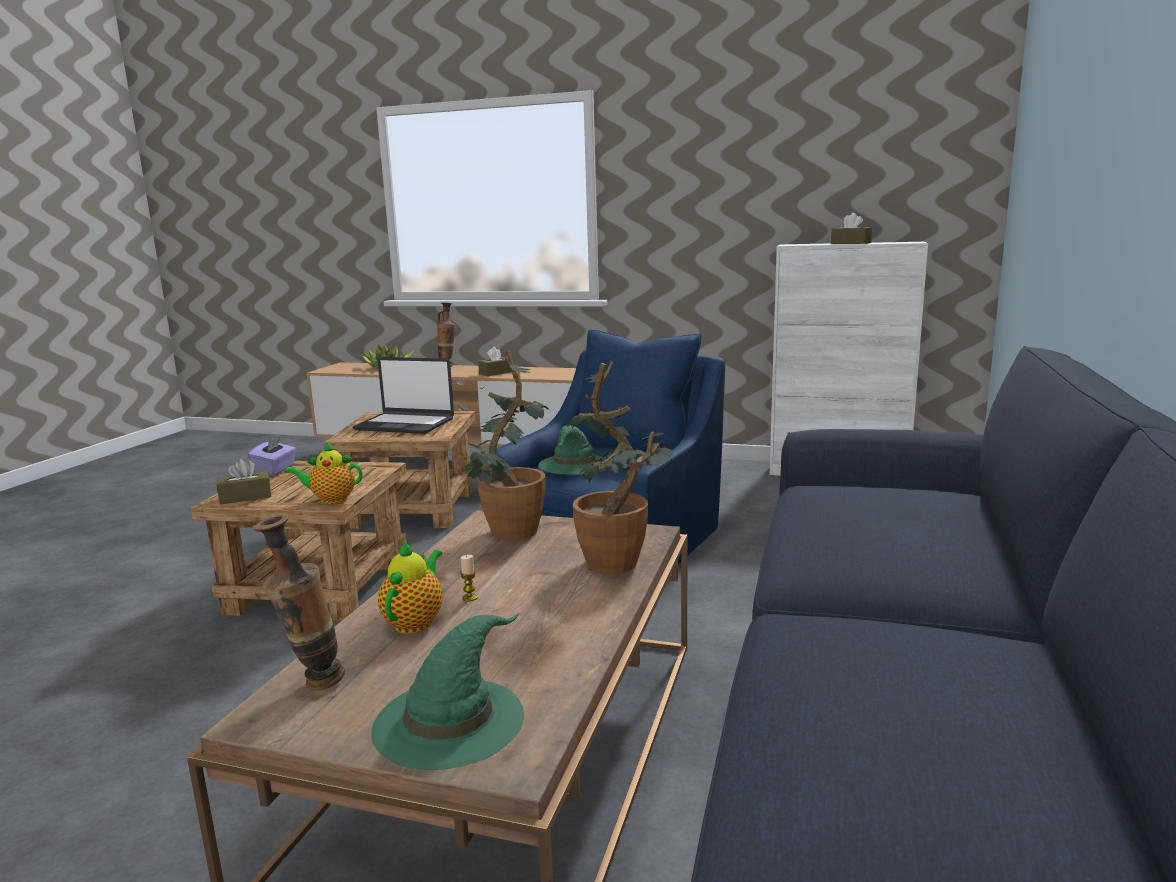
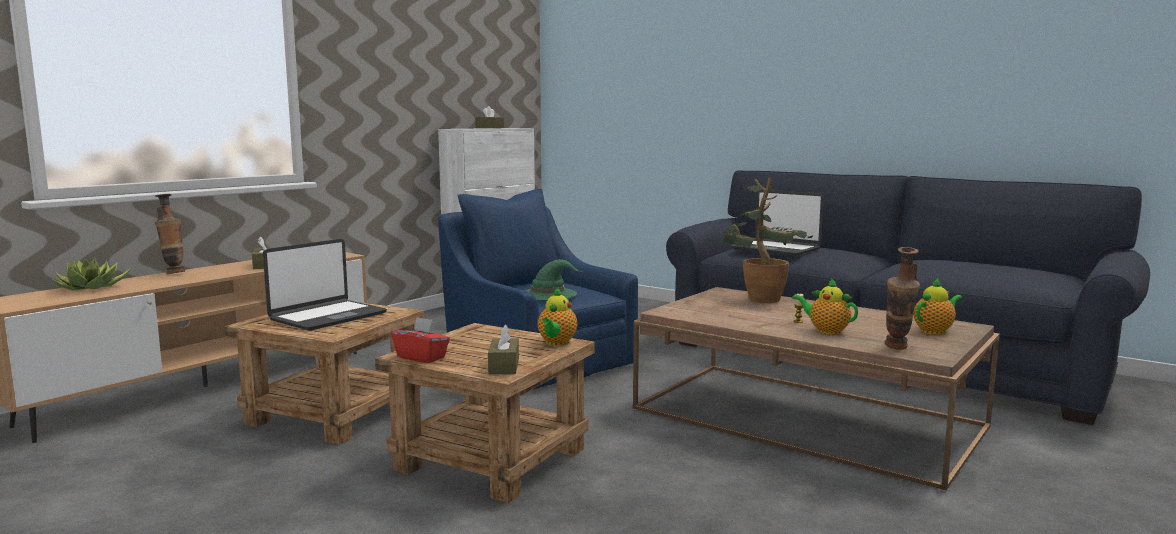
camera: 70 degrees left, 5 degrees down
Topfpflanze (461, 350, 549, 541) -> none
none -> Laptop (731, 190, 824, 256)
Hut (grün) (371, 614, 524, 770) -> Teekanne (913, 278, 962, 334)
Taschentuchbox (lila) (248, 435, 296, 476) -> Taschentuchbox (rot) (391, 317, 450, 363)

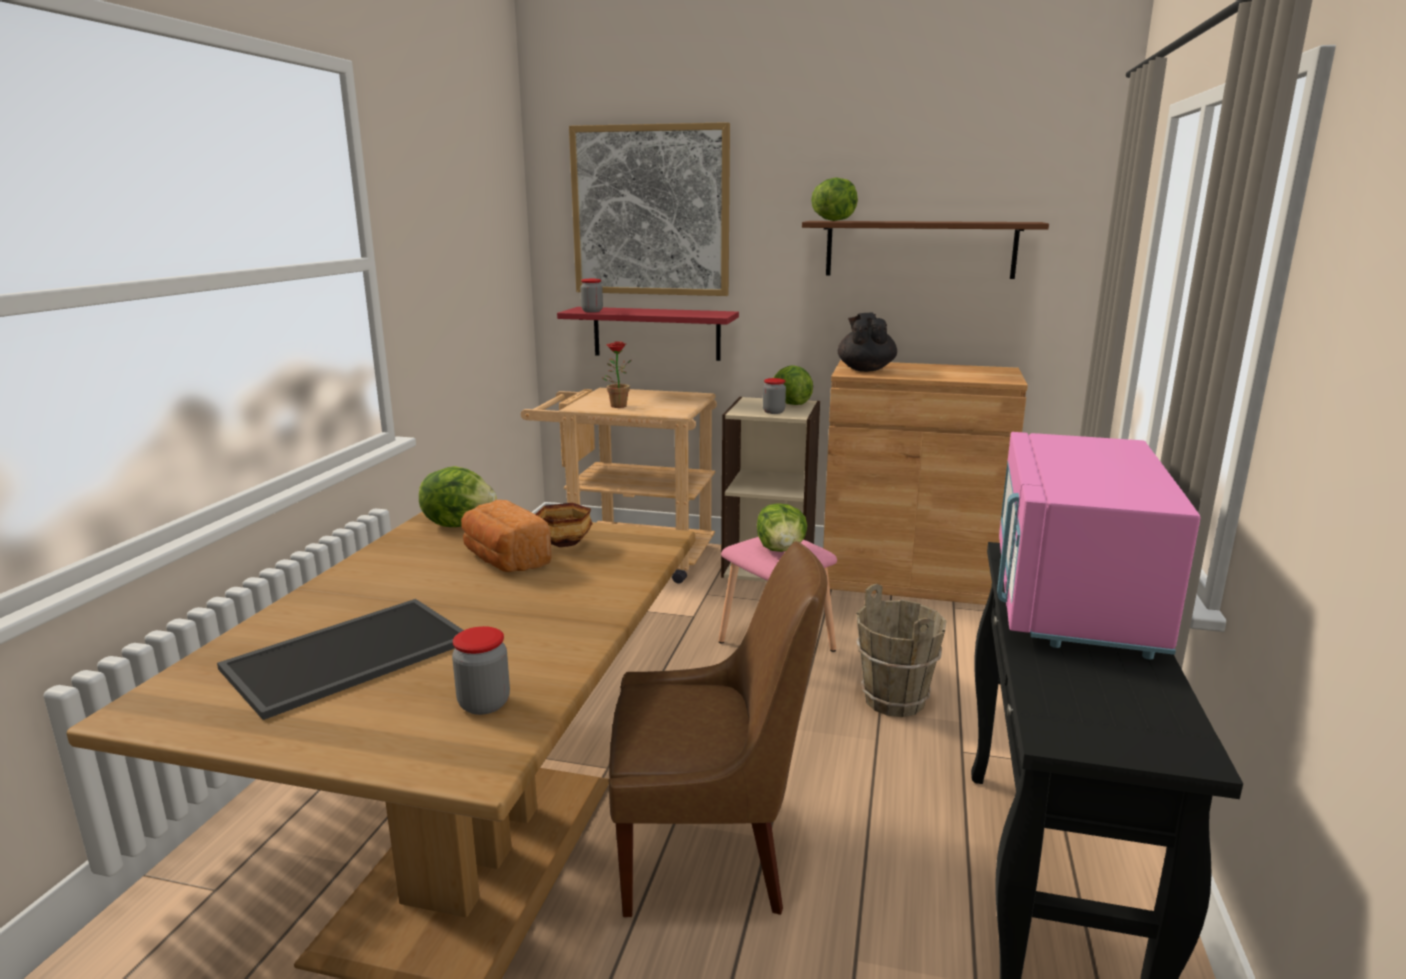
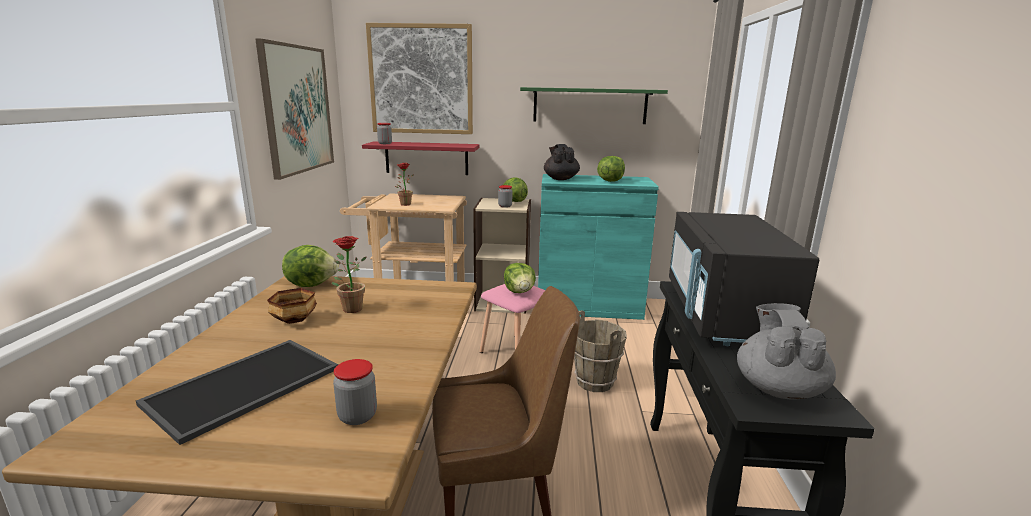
camera: 10 degrees left, 0 degrees up
none -> Bild (255, 39, 334, 180)
none -> Teekanne (grau) (737, 303, 836, 400)
Schüssel (535, 503, 593, 547) -> Schüssel (267, 288, 317, 324), relocated
Salatkopf (811, 177, 858, 221) -> Salatkopf (597, 156, 625, 182), relocated
Brot (461, 500, 552, 572) -> Topfpflanze (331, 236, 366, 313)
Wandregal (braun) (802, 221, 1049, 279) -> Wandregal (grün) (520, 87, 668, 124)
Schrank (braun) (823, 360, 1028, 605) -> Schrank (türkis) (538, 174, 659, 320)
Mikrowelle (rosa) (997, 432, 1201, 660) -> Mikrowelle (schwarz) (669, 212, 819, 346)

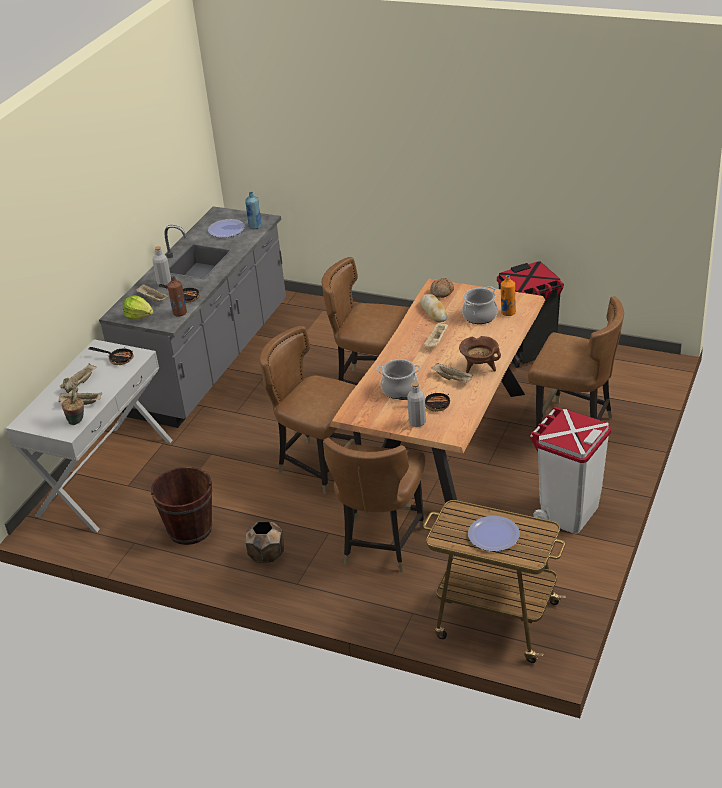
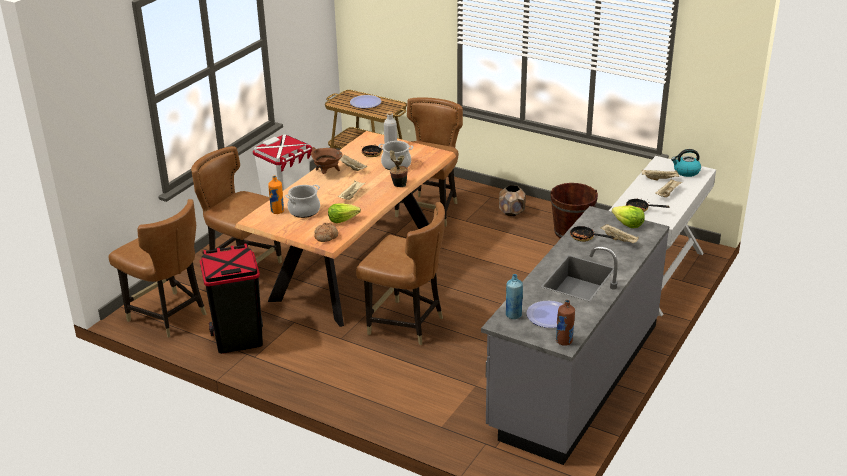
camera: 175 degrees left, 5 degrees down
Flasche (grau) (152, 246, 171, 286) -> none
none -> Wasserkessel (671, 149, 701, 177)
Topfpflanze (60, 378, 84, 425) -> Topfpflanze (390, 150, 408, 187), relocated
Flasche (braun) (167, 276, 187, 317) -> Flasche (braun) (556, 300, 575, 346), relocated
Stuhl (braun) (260, 326, 361, 494) -> Stuhl (braun) (109, 199, 207, 338), relocated
Brot (420, 294, 448, 322) -> Salatkopf (328, 204, 361, 223)

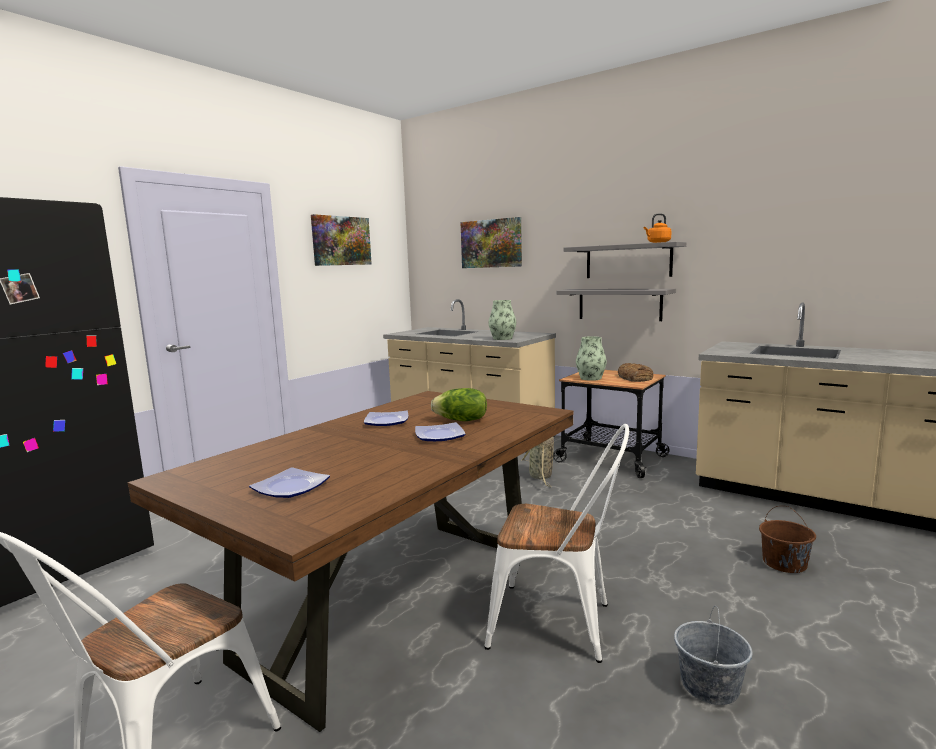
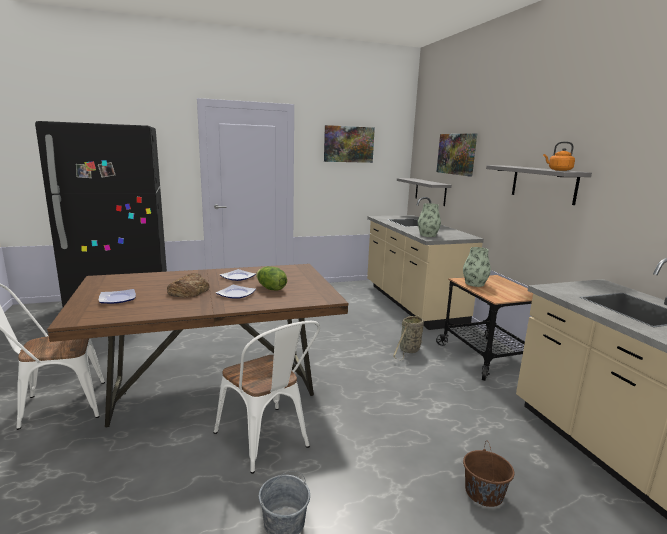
camera: 35 degrees right, 5 degrees up
Wandregal (grau) (557, 289, 676, 321) -> Wandregal (grau) (397, 178, 452, 206), relocated
Brot (618, 363, 653, 382) -> Brot (167, 273, 209, 297), relocated

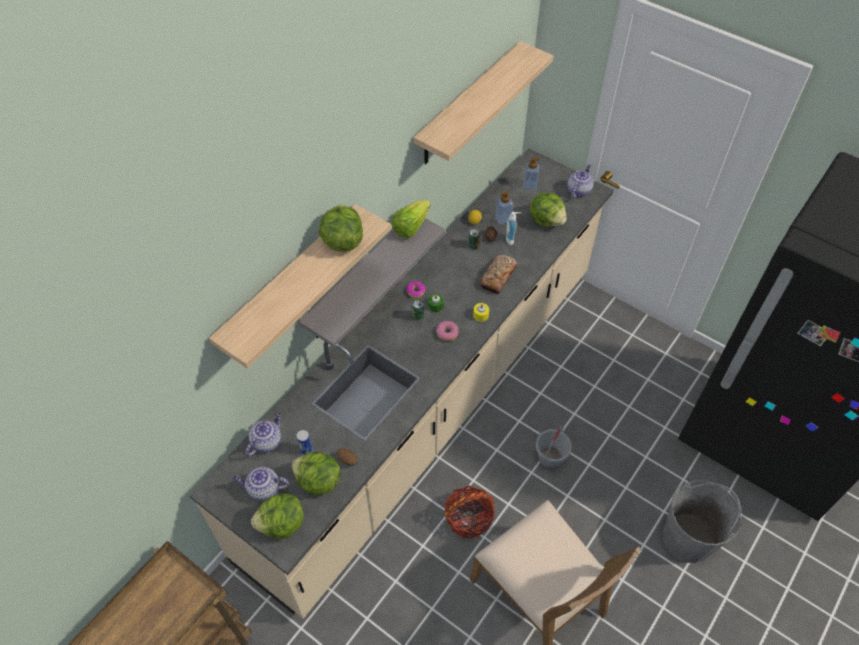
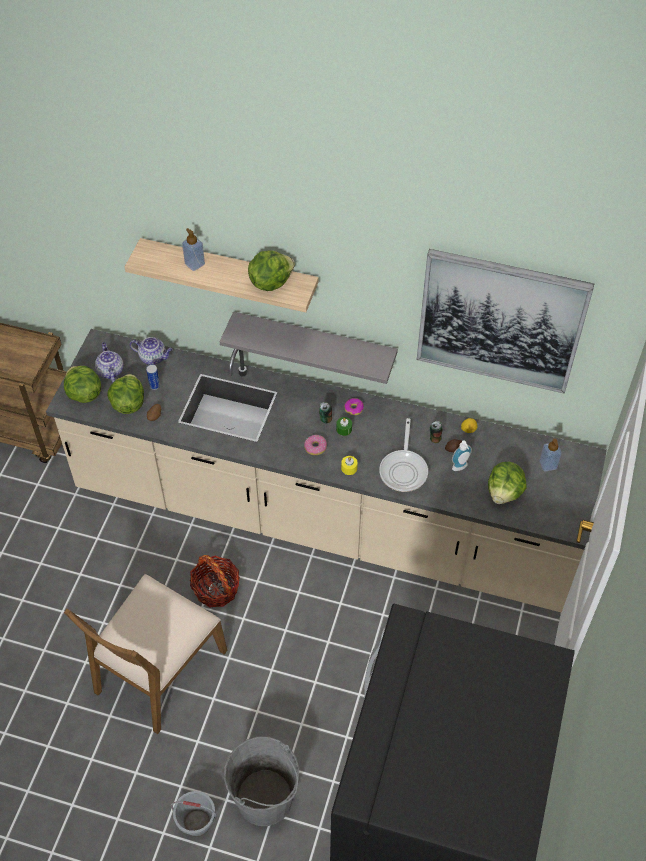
camera: 70 degrees right, 0 degrees up
Salatkopf (391, 199, 431, 239) -> none
Teekanne (567, 165, 593, 198) -> none
Seifenspender (495, 191, 513, 225) -> Seifenspender (182, 228, 205, 271), relocated
Eimer (grau) (535, 425, 572, 469) -> Eimer (grau) (171, 791, 217, 837), relocated
Wandregal (413, 41, 554, 164) -> Bild (417, 249, 594, 394)
Brot (480, 255, 517, 295) -> Pfanne (379, 418, 428, 492)

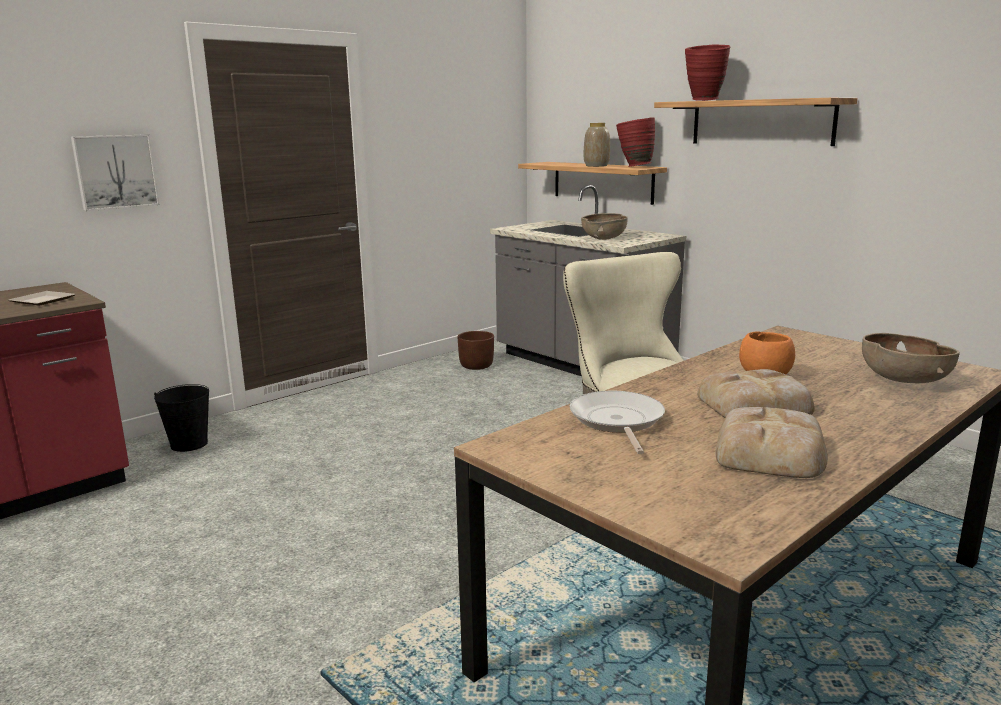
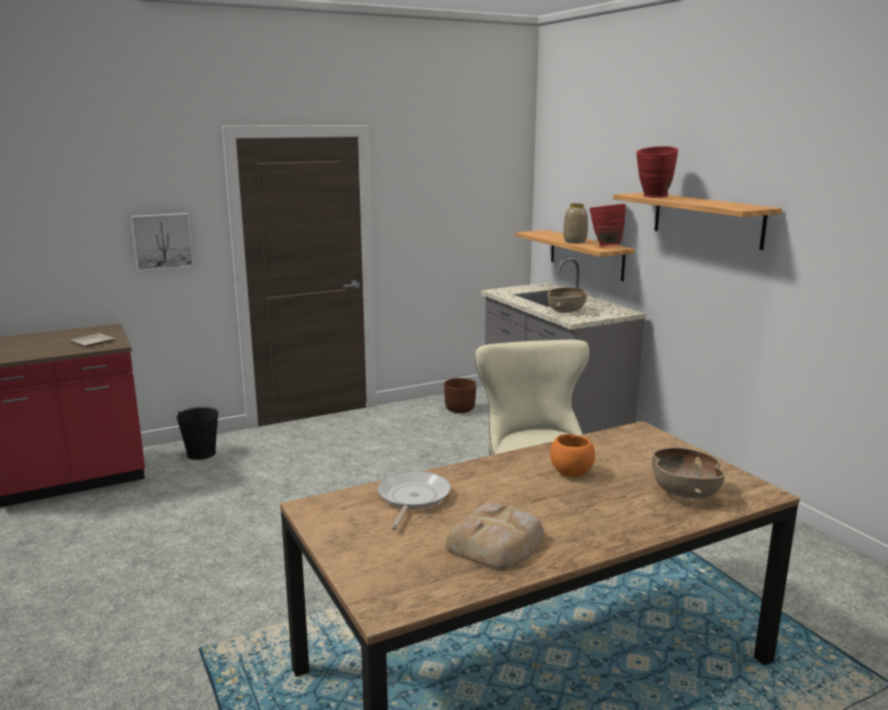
camera: 15 degrees right, 0 degrees up
Brot (697, 369, 815, 418) -> none

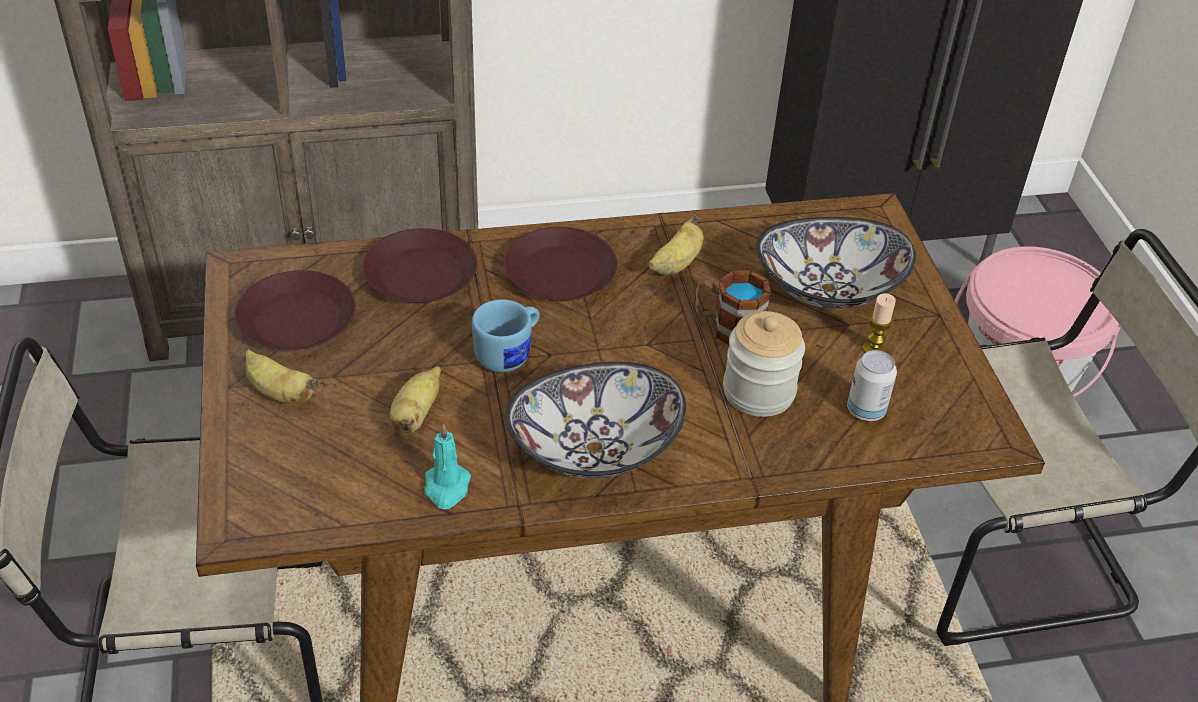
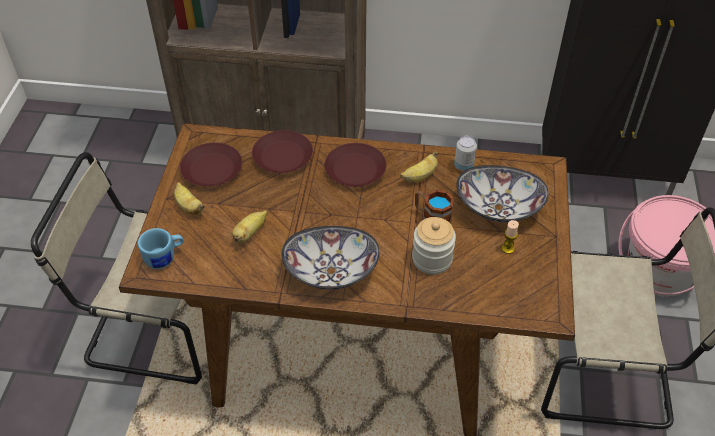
camera: 20 degrees right, 5 degrees up
Kerze (türkis) (425, 424, 471, 509) -> none
Henkelbecher (blau) (472, 300, 540, 372) -> Henkelbecher (blau) (138, 228, 184, 269), relocated
Dose (847, 350, 897, 421) -> Dose (454, 136, 477, 171), relocated

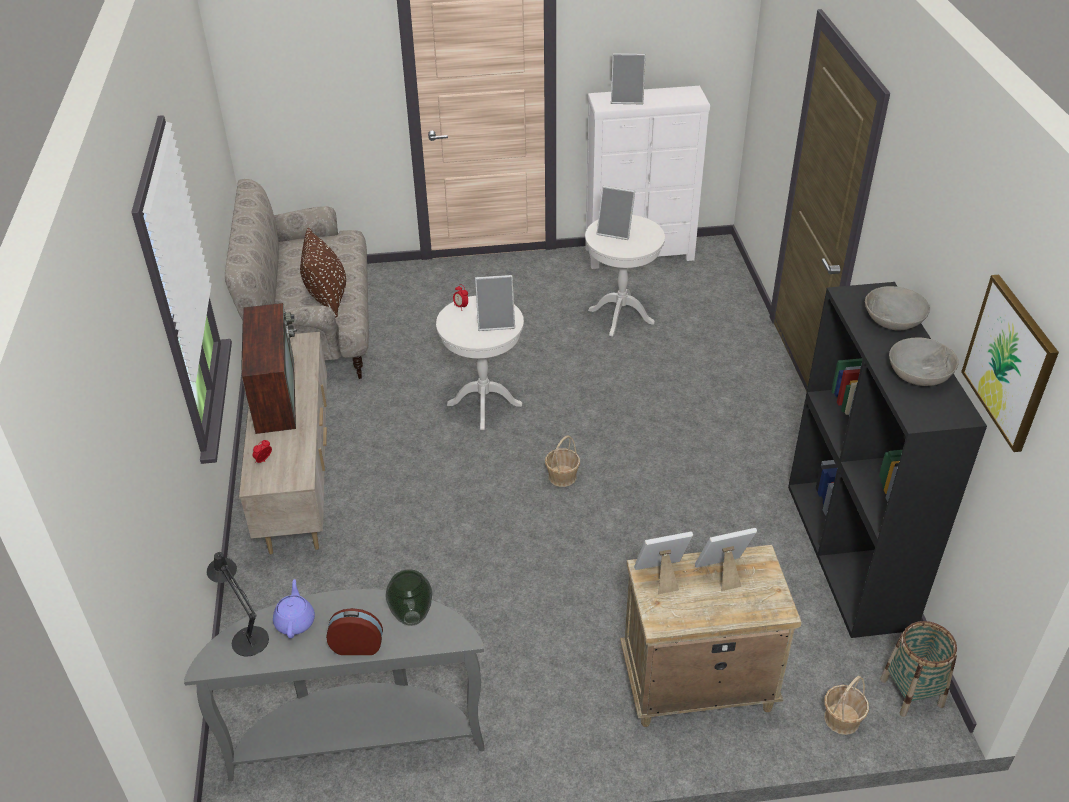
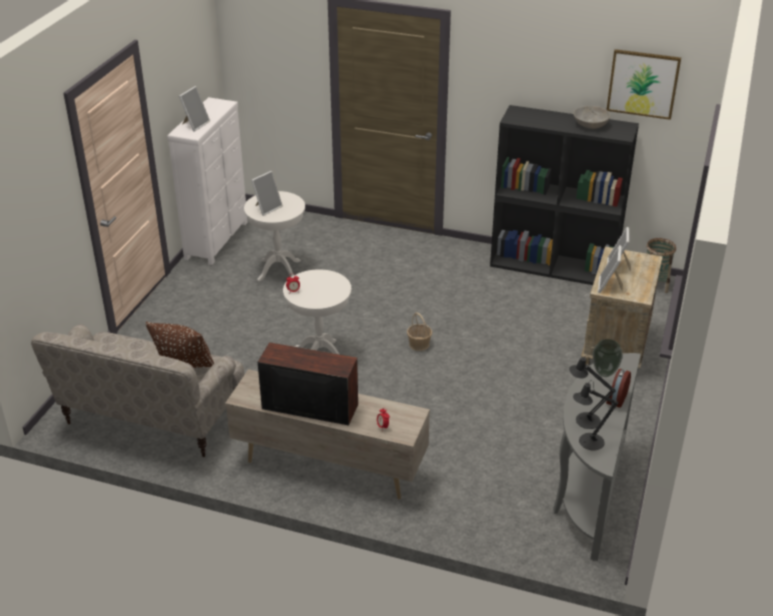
camera: 65 degrees left, 5 degrees down
Bilderrahmen (475, 275, 515, 331) -> none
Korb (824, 676, 869, 735) -> none
Schüssel (grau) (865, 286, 930, 331) -> none
Teekanne (lila) (273, 579, 315, 638) -> Tischlampe (schwarz) (569, 356, 616, 429)

